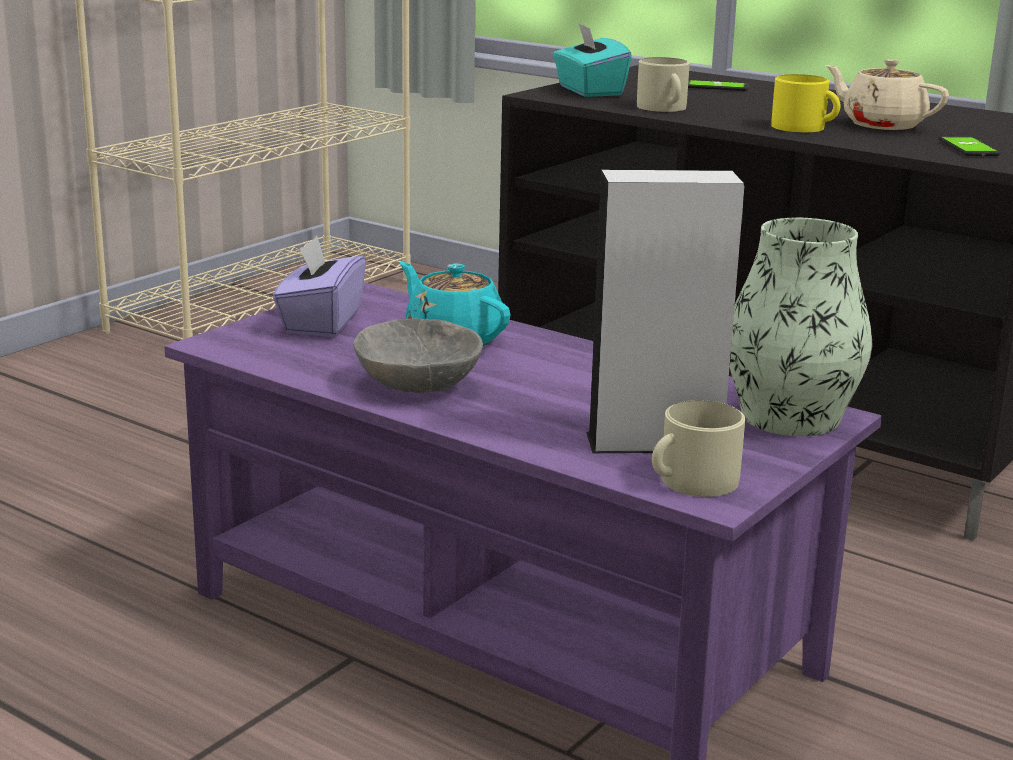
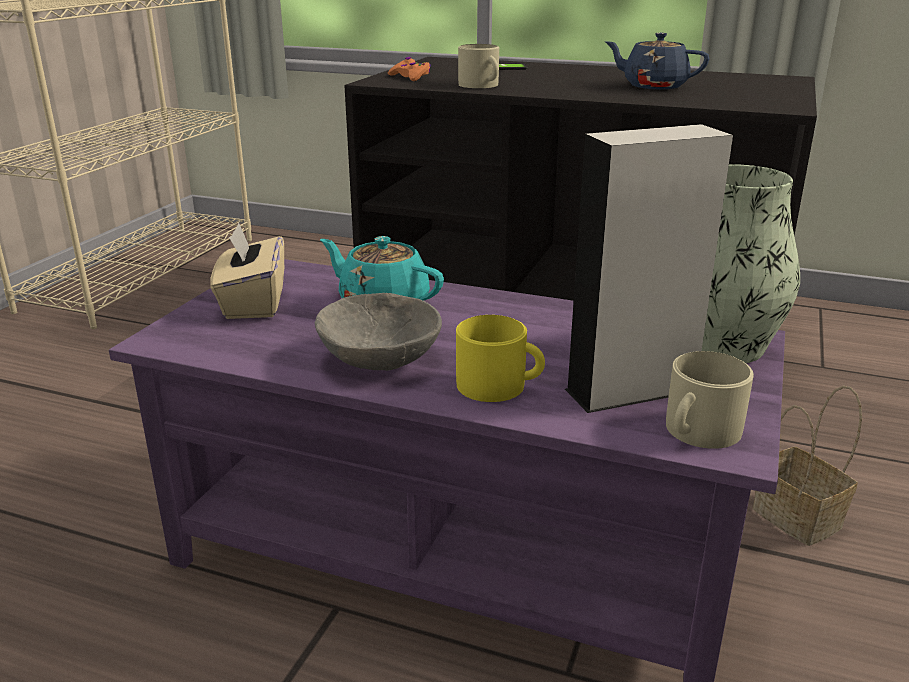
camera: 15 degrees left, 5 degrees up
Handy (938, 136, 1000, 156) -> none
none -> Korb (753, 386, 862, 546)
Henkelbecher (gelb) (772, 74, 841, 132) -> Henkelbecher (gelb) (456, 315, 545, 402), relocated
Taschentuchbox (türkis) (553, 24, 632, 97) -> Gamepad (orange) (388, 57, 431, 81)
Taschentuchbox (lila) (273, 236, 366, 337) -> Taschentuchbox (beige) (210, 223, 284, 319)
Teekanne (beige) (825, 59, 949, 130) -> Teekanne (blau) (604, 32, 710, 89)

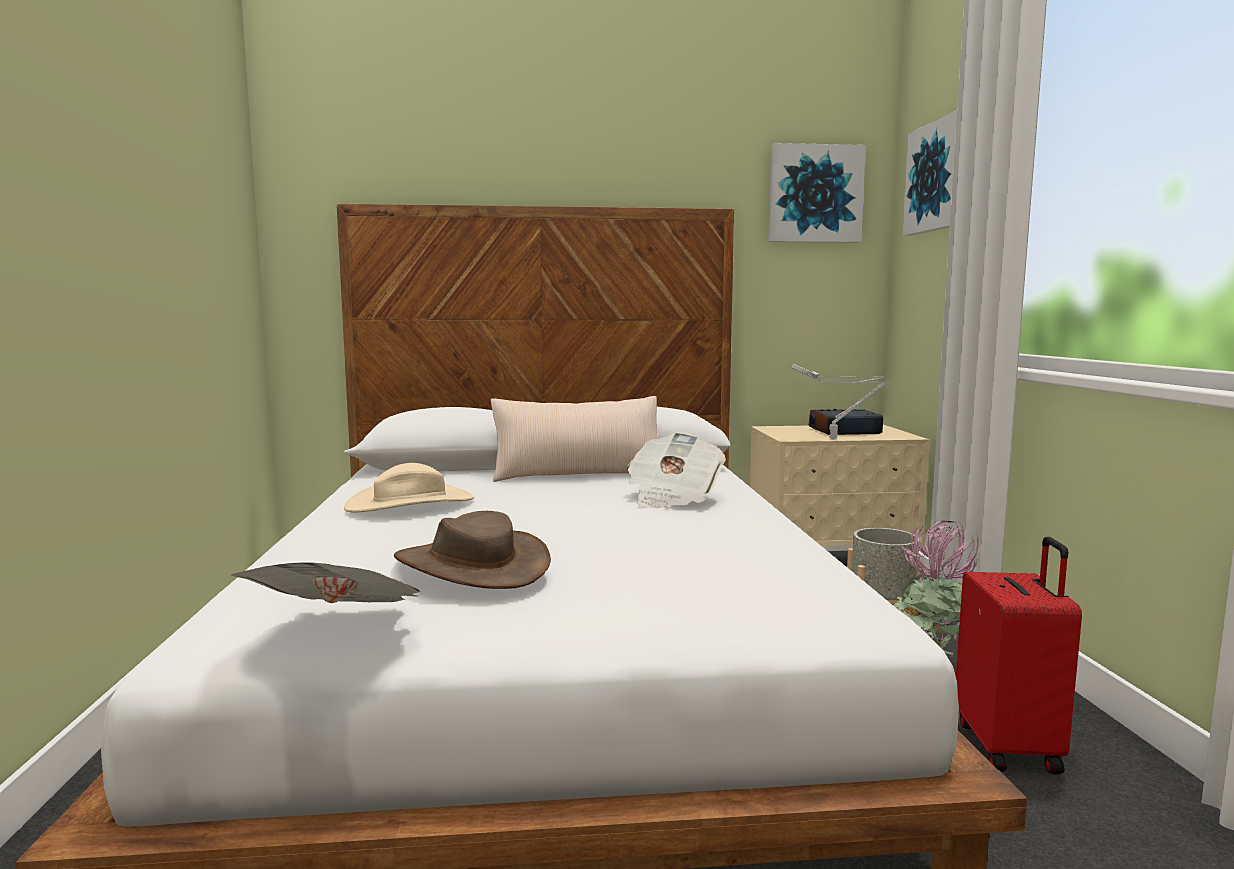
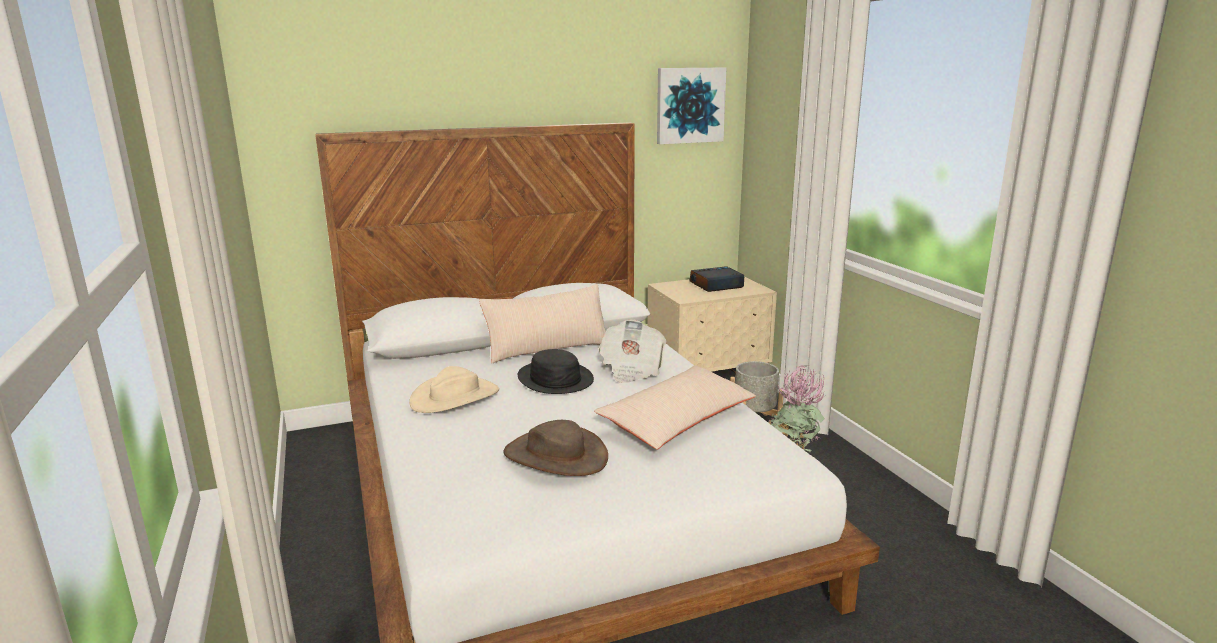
camera: 15 degrees left, 10 degrees up
Zeitung (230, 563, 420, 603) -> none
Tischlampe (grau) (792, 364, 887, 439) -> none
Bild (903, 110, 957, 236) -> none
Koffer (rot) (956, 537, 1082, 775) -> none
none -> Hut (schwarz) (518, 349, 594, 394)
none -> Kissen (beige) (594, 365, 756, 450)

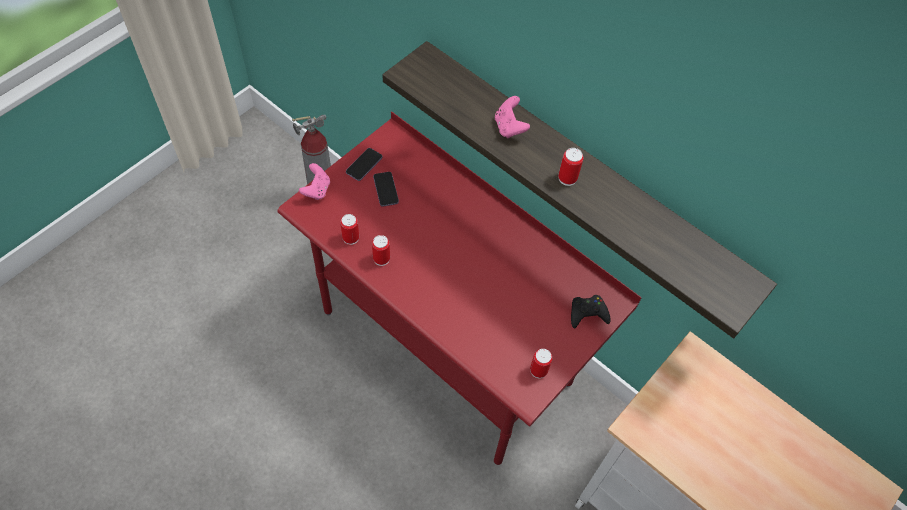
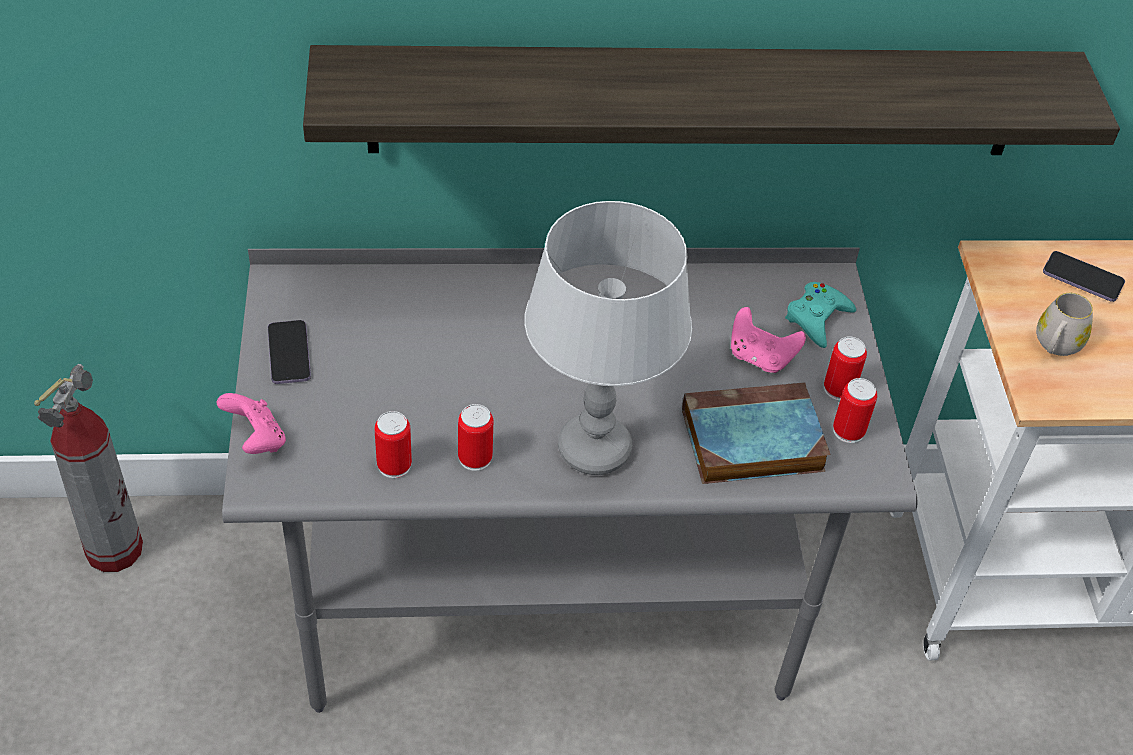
camera: 45 degrees left, 10 degrees down
none -> Tischlampe (grau) (524, 201, 692, 475)
none -> Buch (682, 382, 830, 484)
none -> Henkelbecher (weiß) (1036, 293, 1093, 356)
Handy (373, 172, 399, 207) -> Handy (1043, 251, 1125, 302), relocated
Gamepad (rosa) (495, 96, 530, 138) -> Gamepad (rosa) (731, 307, 806, 373), relocated
Dose (558, 148, 583, 186) -> Dose (824, 336, 867, 401), relocated
Schreibtisch (rot) (277, 111, 642, 465) -> Schreibtisch (grau) (222, 247, 918, 713)
Gamepad (schwarz) (571, 295, 611, 328) -> Gamepad (türkis) (785, 282, 856, 348)

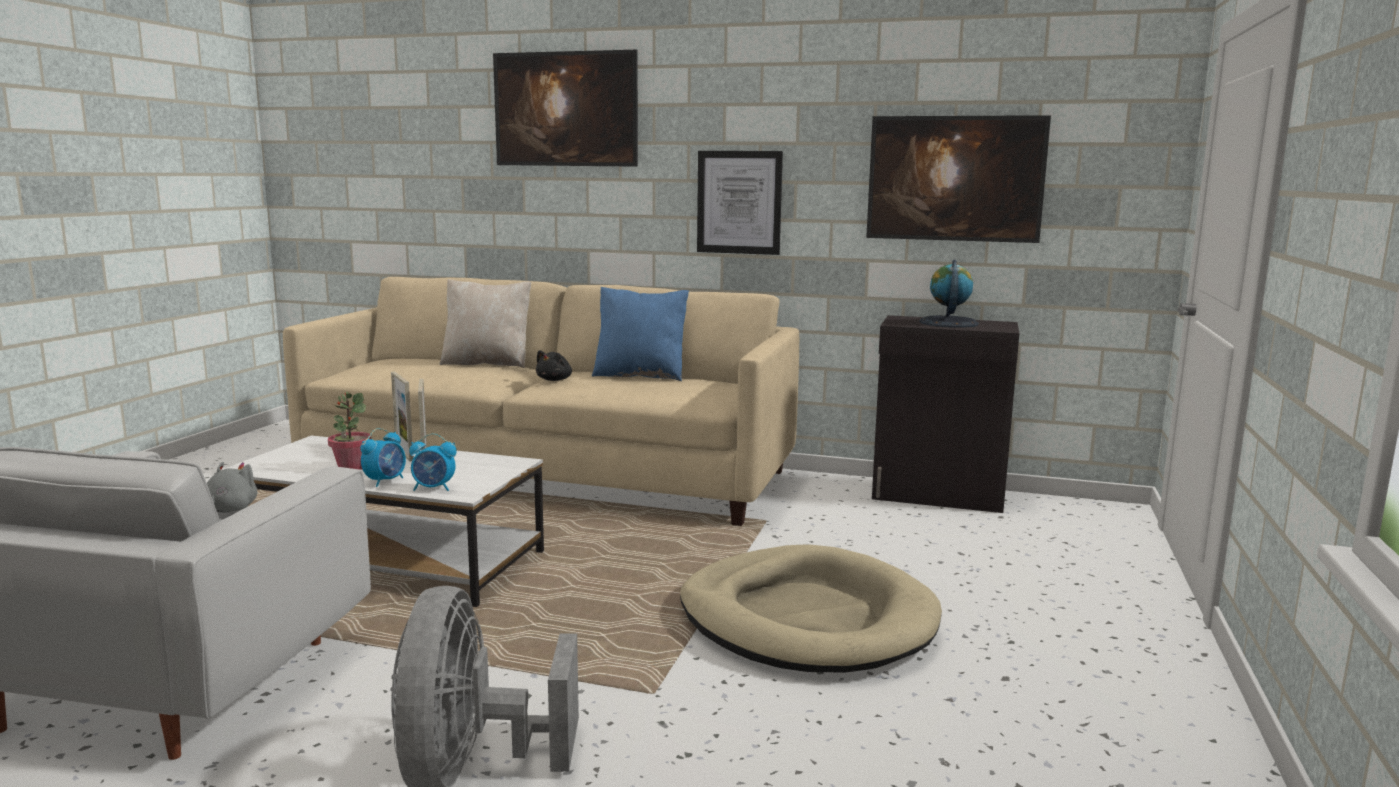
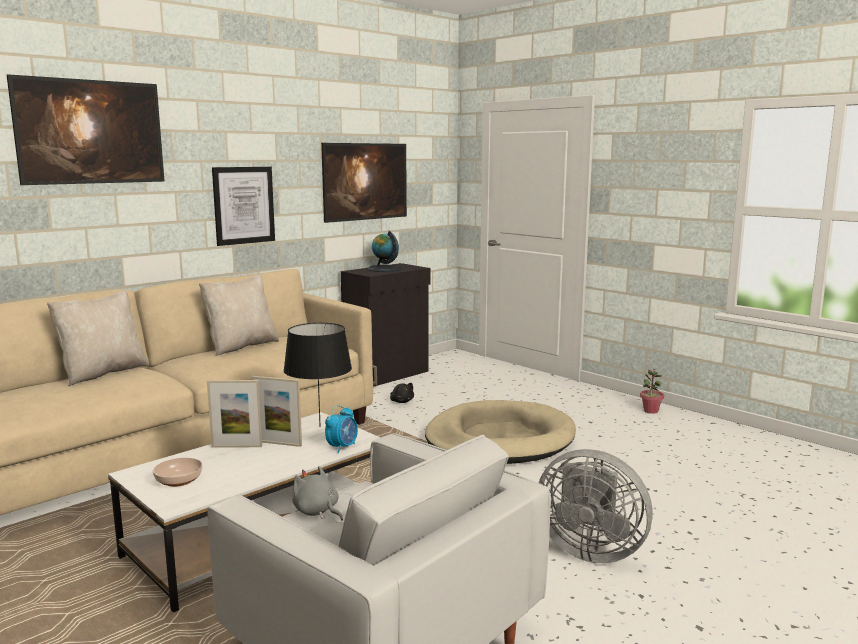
camera: 60 degrees left, 0 degrees up
Wecker (360, 428, 406, 487) -> none
none -> Schüssel (153, 458, 202, 487)
none -> Tischlampe (schwarz) (283, 323, 352, 427)
Topfpflanze (328, 392, 371, 470) -> Topfpflanze (640, 368, 664, 414), relocated
Plüschtier (schwarz) (536, 350, 572, 381) -> Plüschtier (schwarz) (390, 383, 414, 403), relocated
Kissen (blau) (592, 287, 689, 381) -> Kissen (beige) (199, 274, 279, 356)

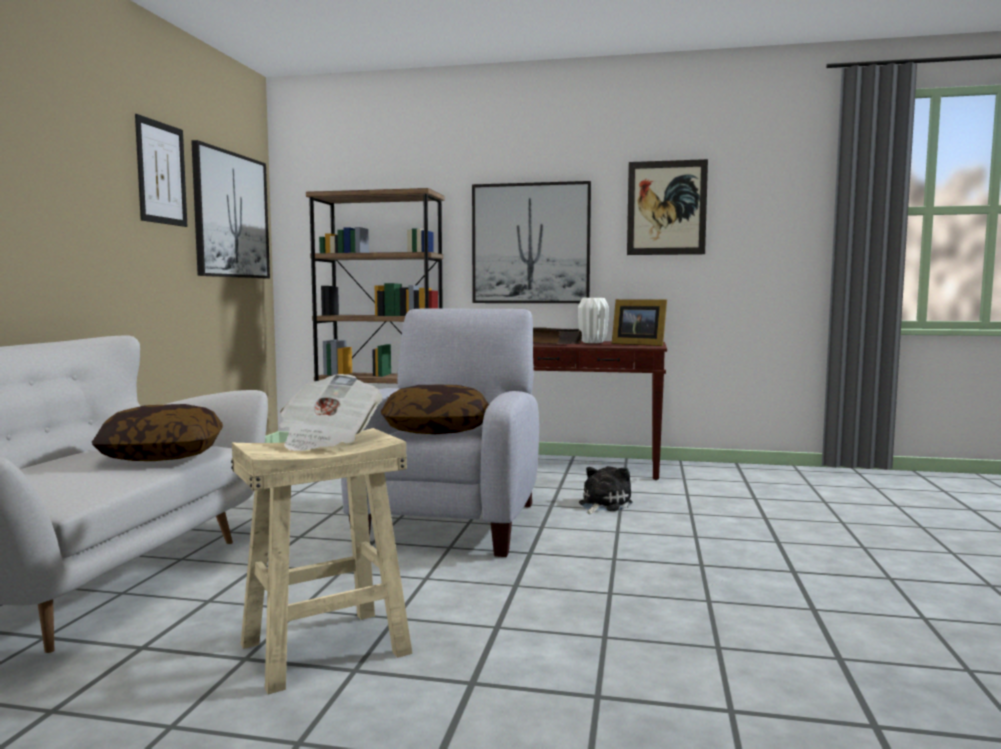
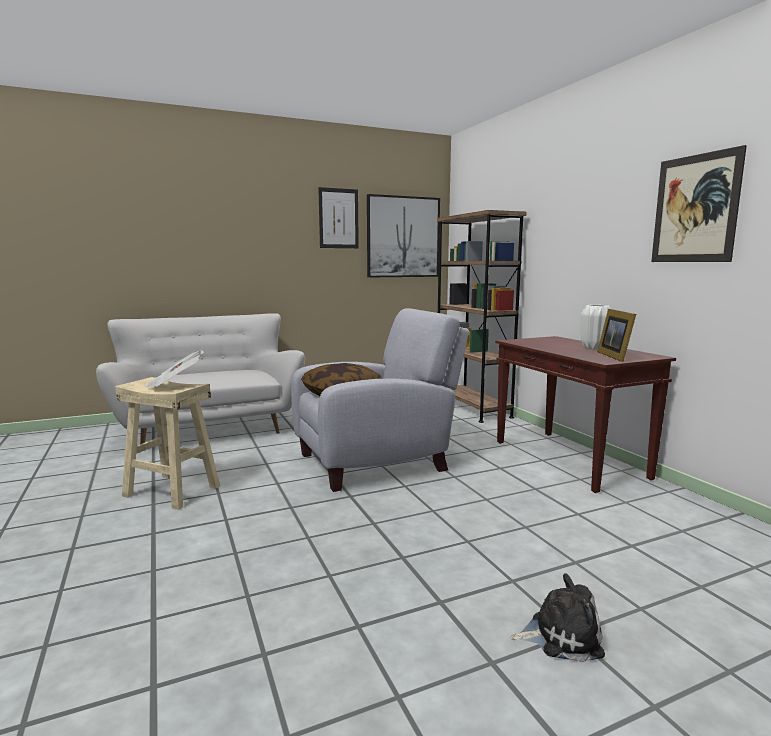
camera: 55 degrees right, 5 degrees up
Kissen (92, 404, 223, 461) -> none
Bild (472, 181, 591, 303) -> none
Buch (533, 327, 582, 344) -> none
Plüschtier (579, 466, 633, 514) -> Plüschtier (511, 573, 605, 662), relocated

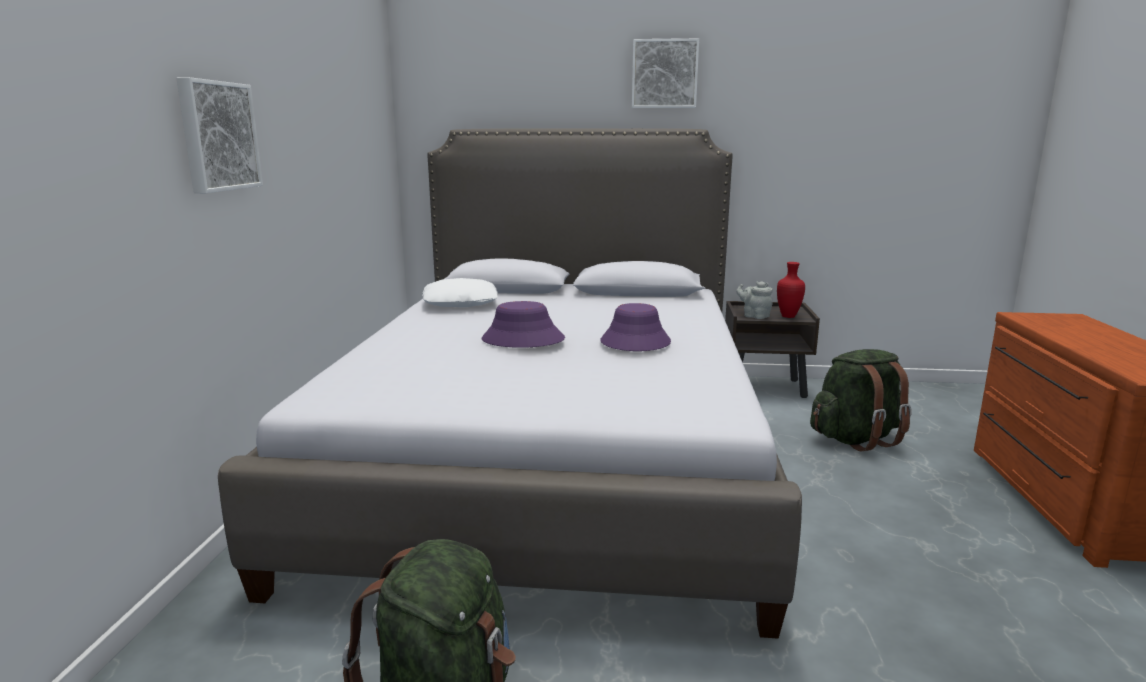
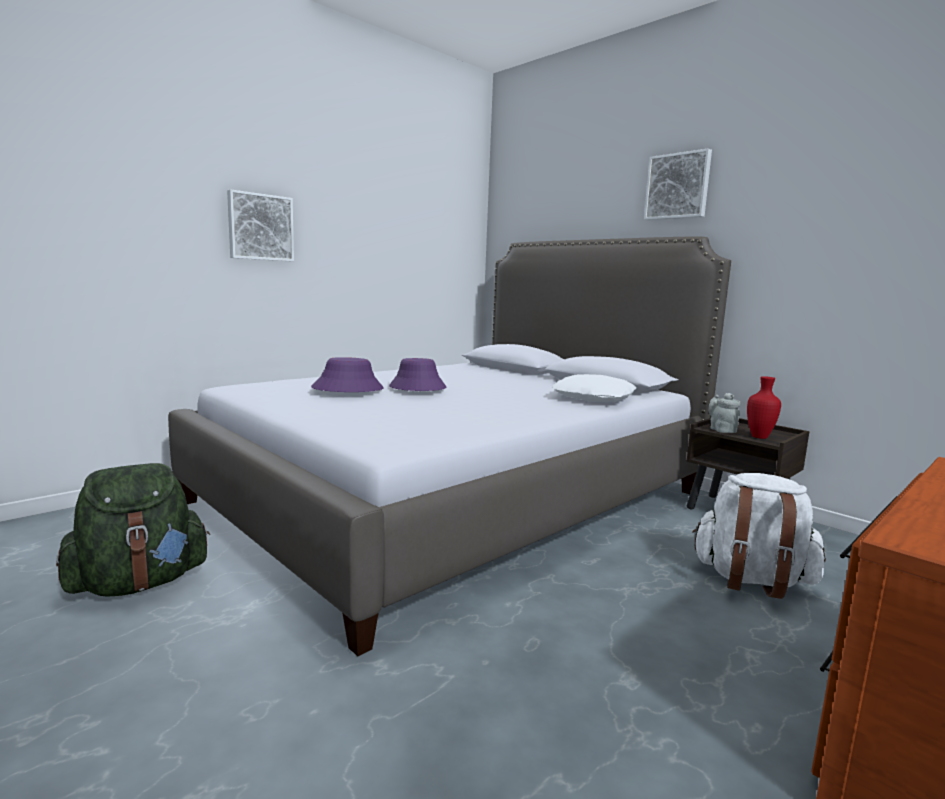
camera: 40 degrees right, 5 degrees down
Kissen (weiß) (422, 278, 498, 307) -> Kissen (weiß) (552, 374, 636, 402), relocated
Hut (lila) (600, 303, 671, 351) -> Hut (lila) (311, 357, 384, 392), relocated
Rucksack (grün) (810, 349, 912, 451) -> Rucksack (weiß) (692, 473, 826, 599)

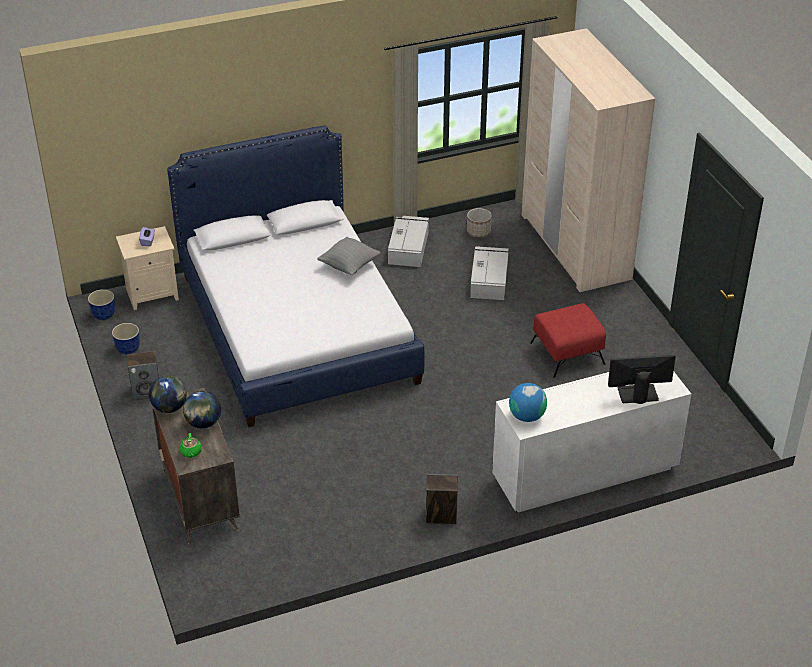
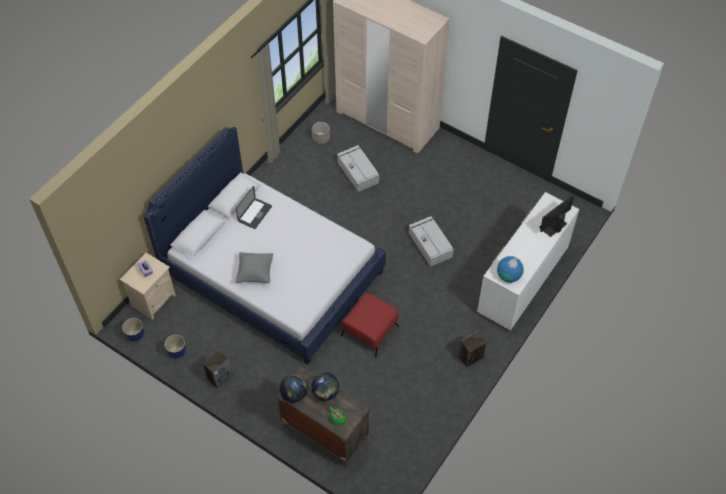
camera: 35 degrees left, 15 degrees up
none -> Laptop (236, 186, 272, 229)
Kissen (grau) (317, 237, 381, 275) -> Kissen (grau) (235, 252, 273, 283), relocated
Aufbewahrungsbox (grau) (388, 216, 429, 267) -> Aufbewahrungsbox (grau) (409, 216, 454, 267), relocated
Polsterhocker (rot) (530, 303, 606, 378) -> Polsterhocker (rot) (341, 293, 400, 357), relocated

